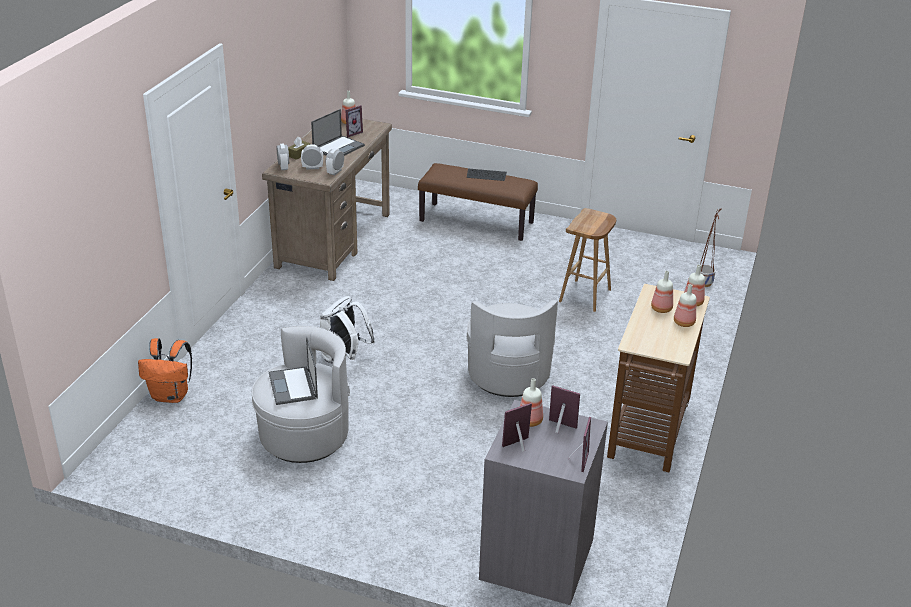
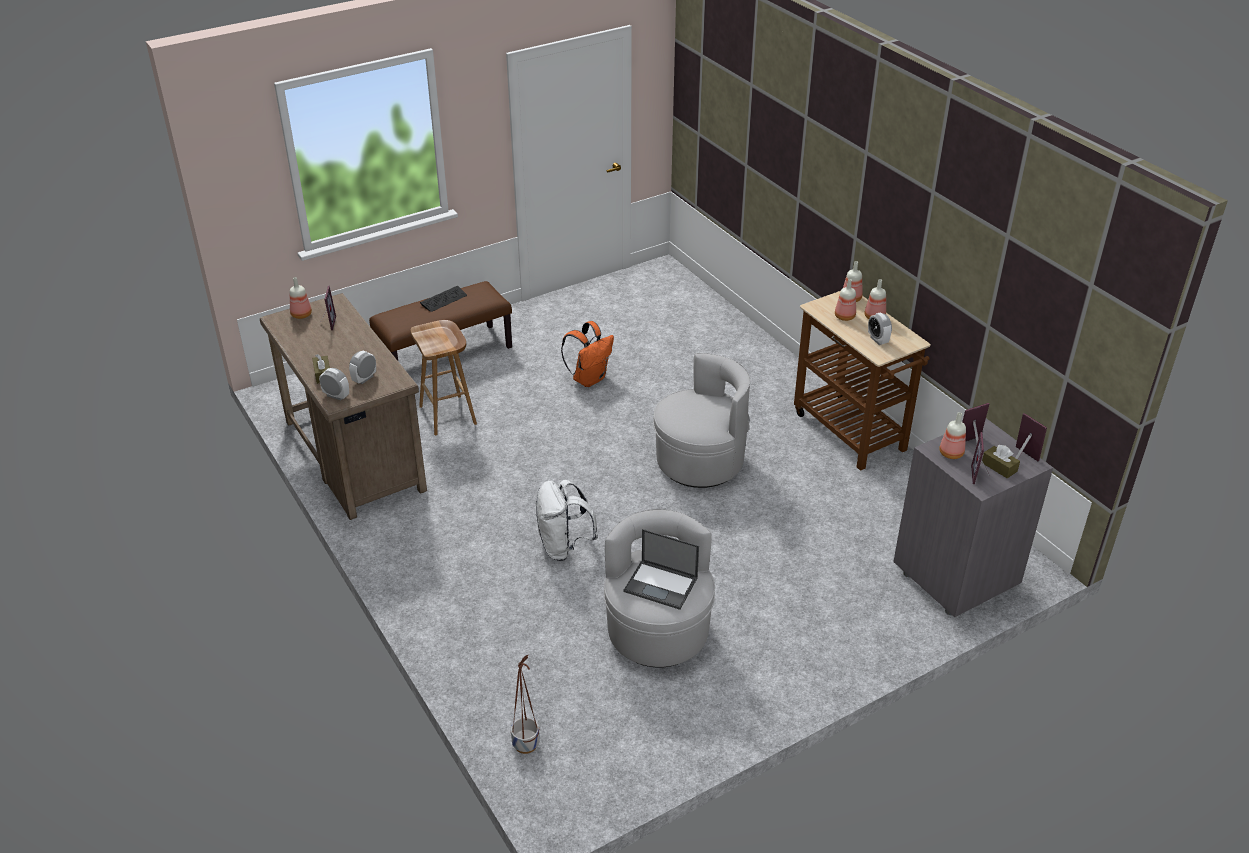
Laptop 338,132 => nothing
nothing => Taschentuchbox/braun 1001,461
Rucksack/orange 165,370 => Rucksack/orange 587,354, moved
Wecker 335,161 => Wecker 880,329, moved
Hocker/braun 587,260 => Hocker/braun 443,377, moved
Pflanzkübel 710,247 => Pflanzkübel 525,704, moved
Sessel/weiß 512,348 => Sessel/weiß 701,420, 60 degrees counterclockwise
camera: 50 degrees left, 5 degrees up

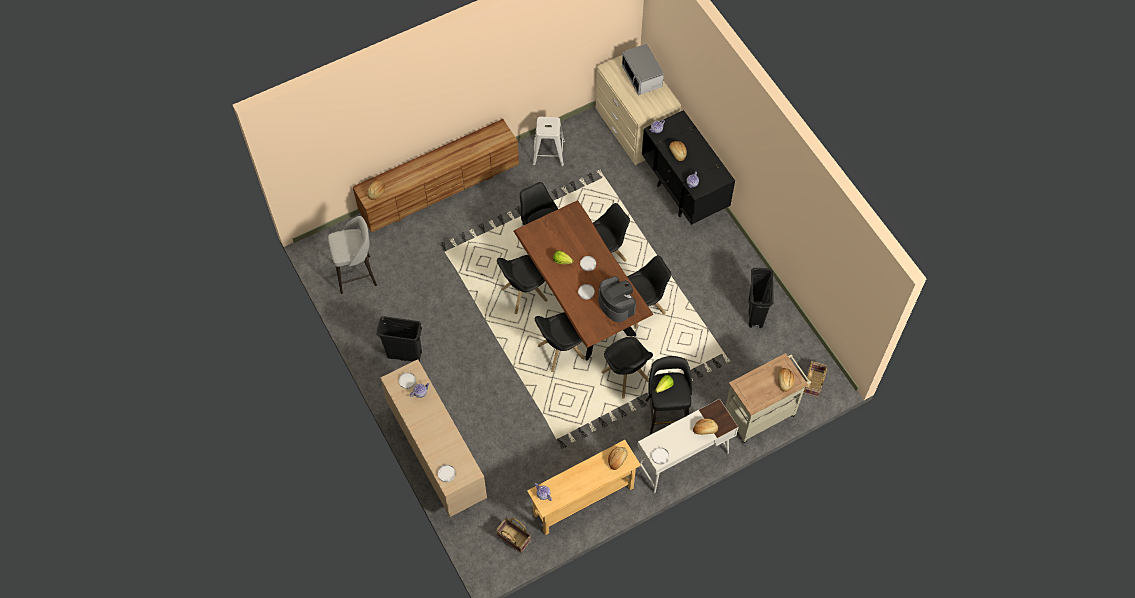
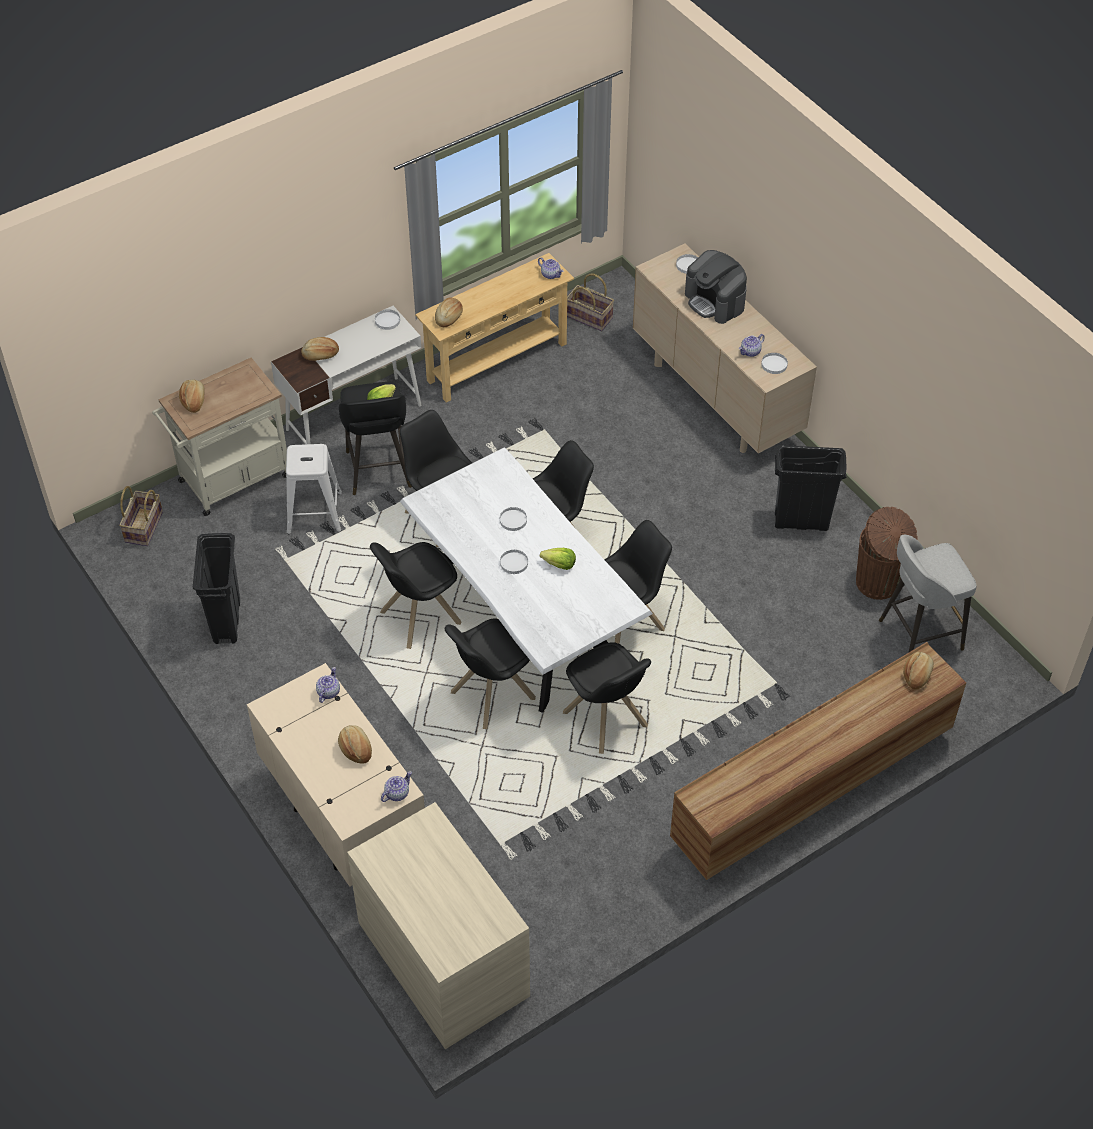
Mikrowelle 643,69 => nothing
nothing => Mülleimer/braun 886,553
Hocker/weiß 549,141 => Hocker/weiß 314,489, moved
Kaffeemaschine 617,299 => Kaffeemaschine 716,287, moved
Esstisch/braun 583,280 => Esstisch/weiß 526,580
Kommode/schwarz 688,167 => Kommode/beige 336,775
camera: 175 degrees right, 10 degrees down

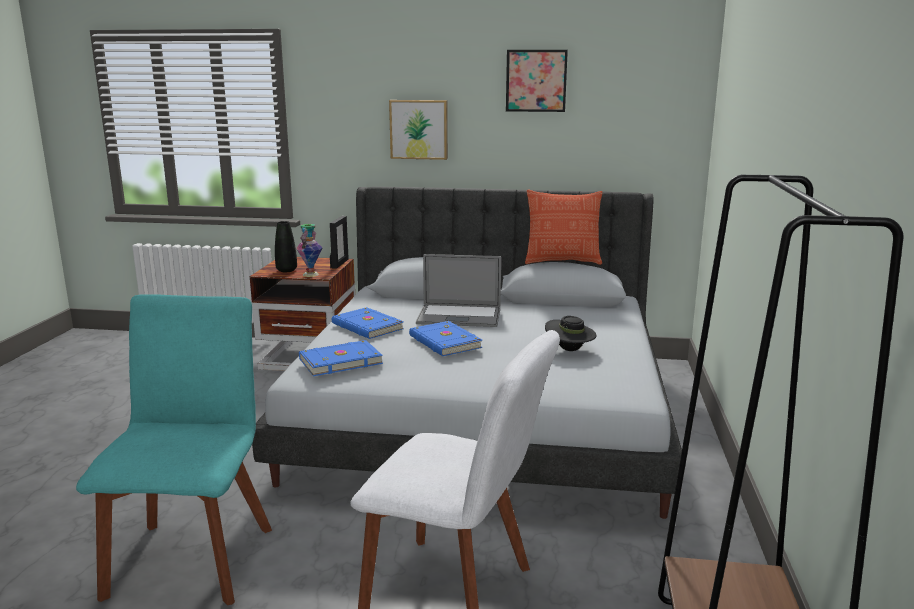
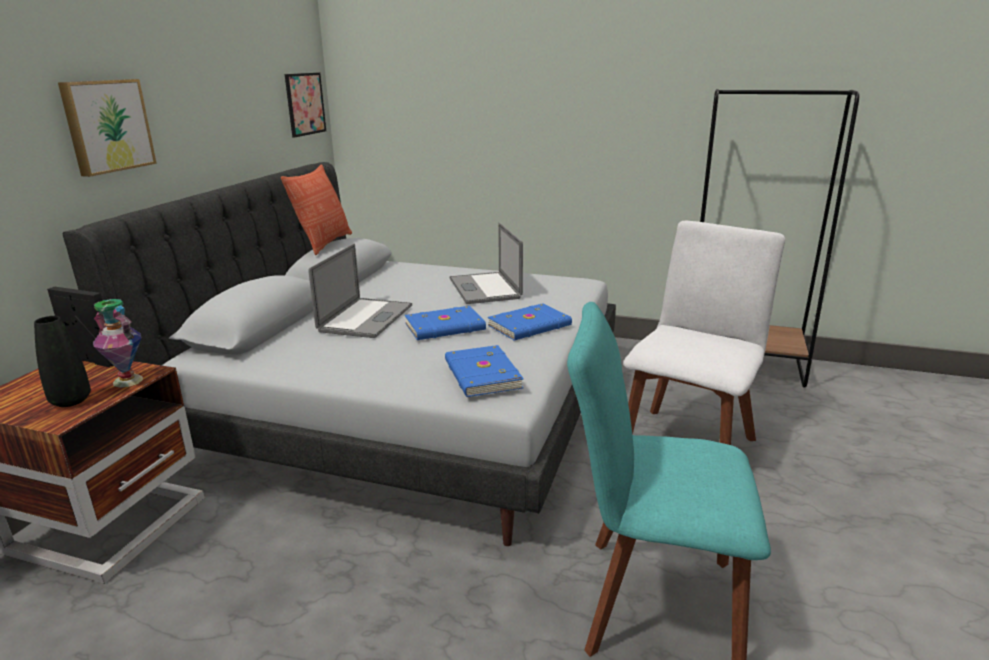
Buch/blau 368,323 => Buch/blau 530,321, moved
Bild 537,81 => Bild 305,105, moved
Hut/schwarz 571,333 => Laptop 486,263
camera: 80 degrees left, 5 degrees up

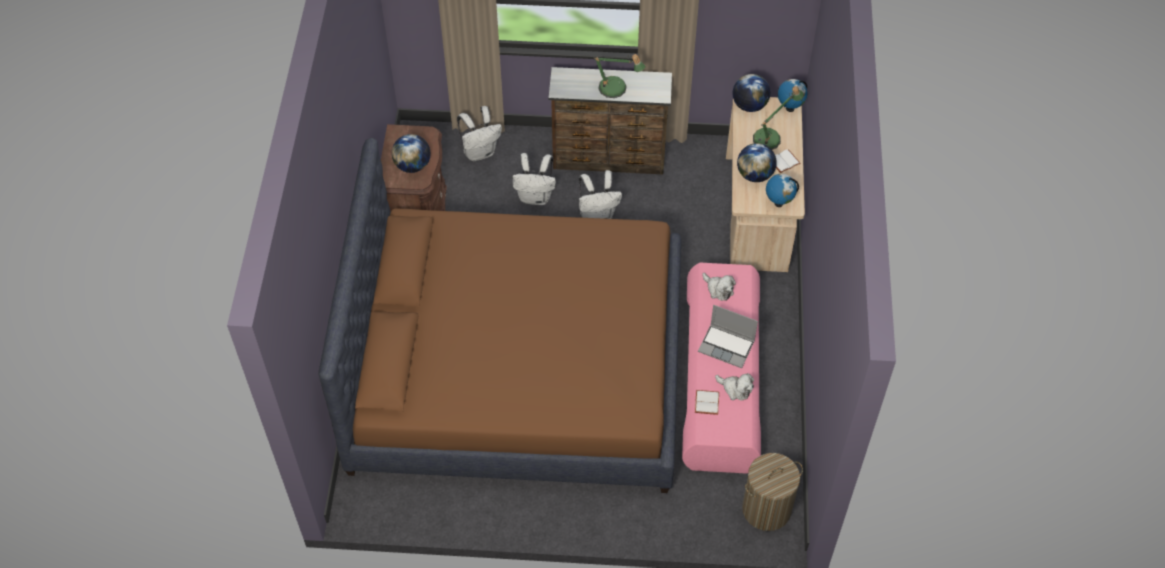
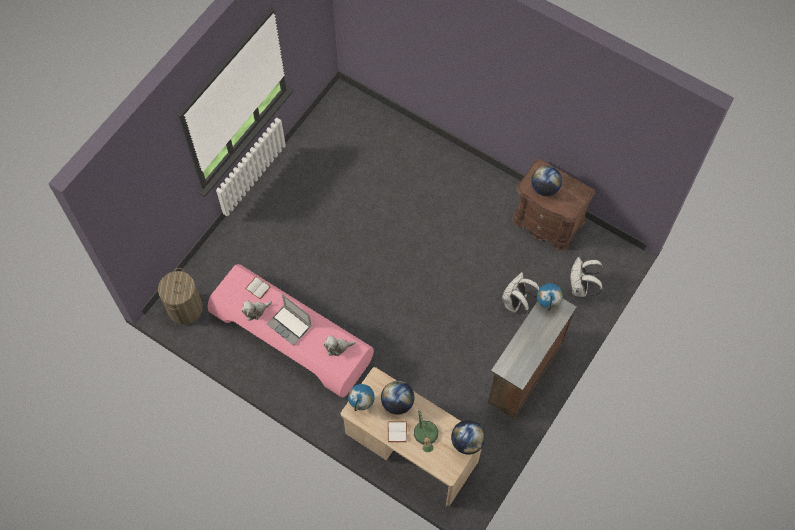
Bett/braun 499,315 => nothing
Rucksack/weiß 600,194 => nothing
Tischlampe 620,76 => nothing
Globus 792,95 => Globus 550,297, moved
Laptop 728,336 => Laptop 289,320, 105 degrees counterclockwise
camera: 120 degrees right, 10 degrees up

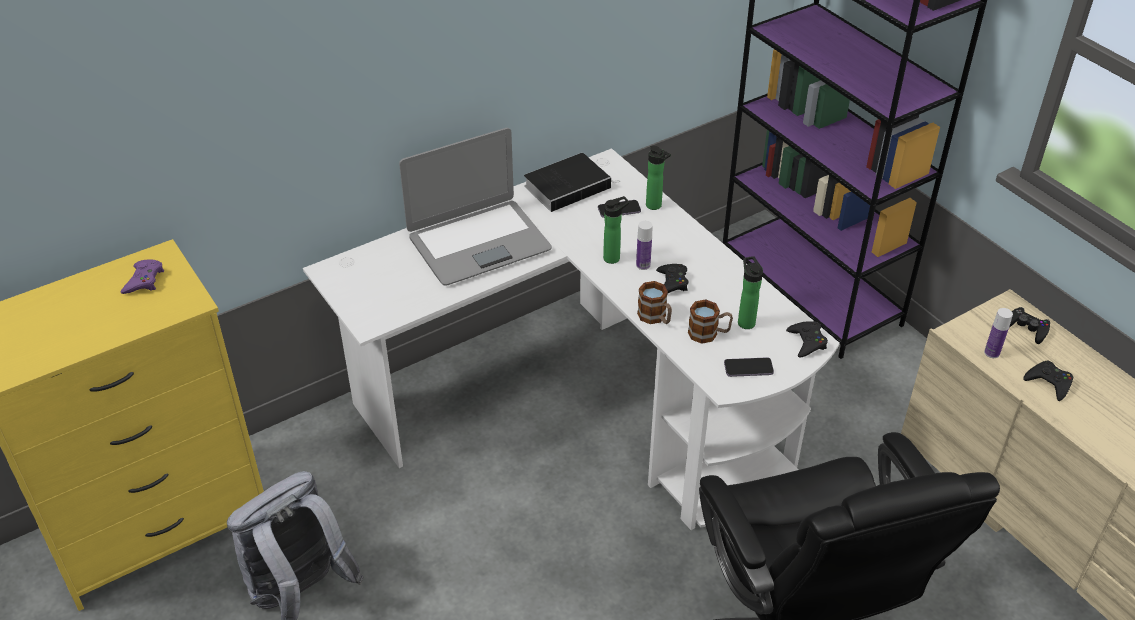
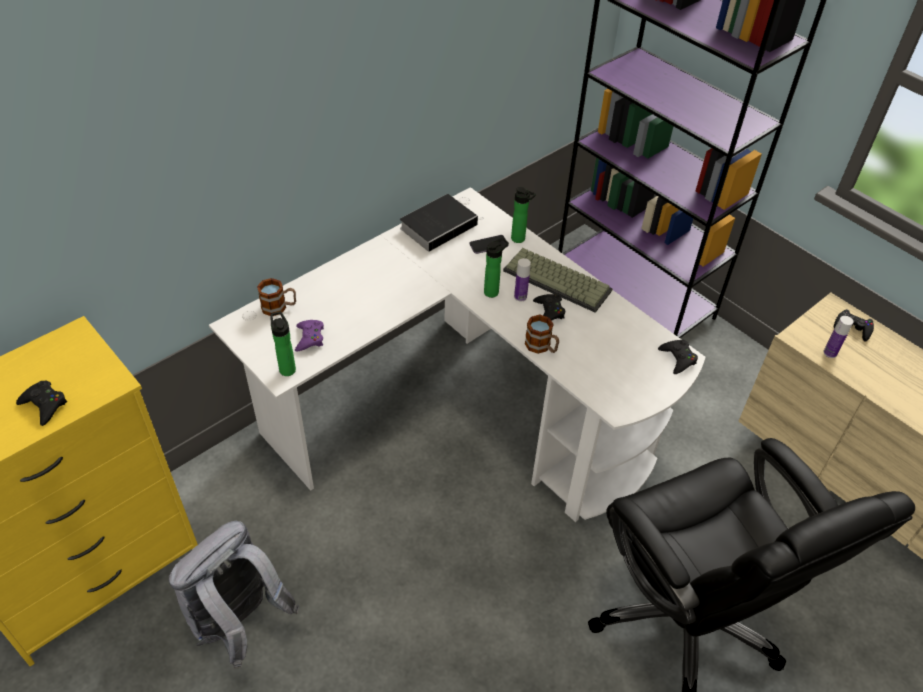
Laptop 475,207 => nothing
Handy 749,367 => nothing
nothing => Tastatur 557,280
Gamepad/lila 142,276 => Gamepad/lila 309,336, moved
Henkelbecher 710,321 => Henkelbecher 276,297, moved
Flasche 750,292 => Flasche 283,343, moved
Gamepad/schwarz 1048,381 => Gamepad/schwarz 41,403, moved
camera: 10 degrees left, 5 degrees up

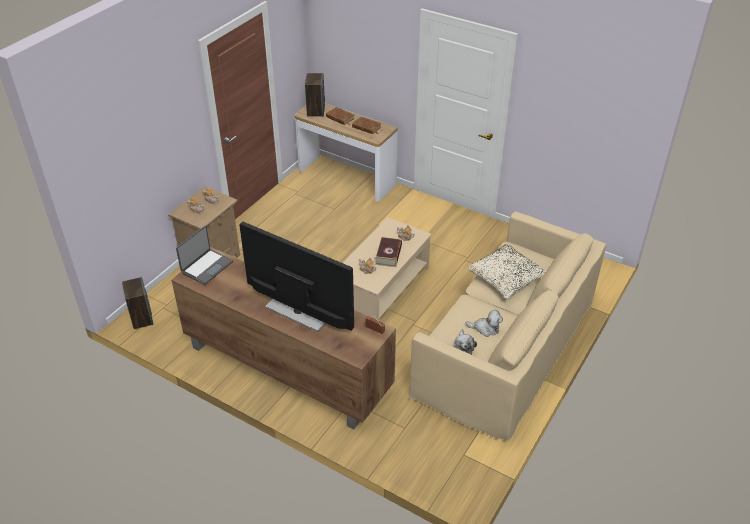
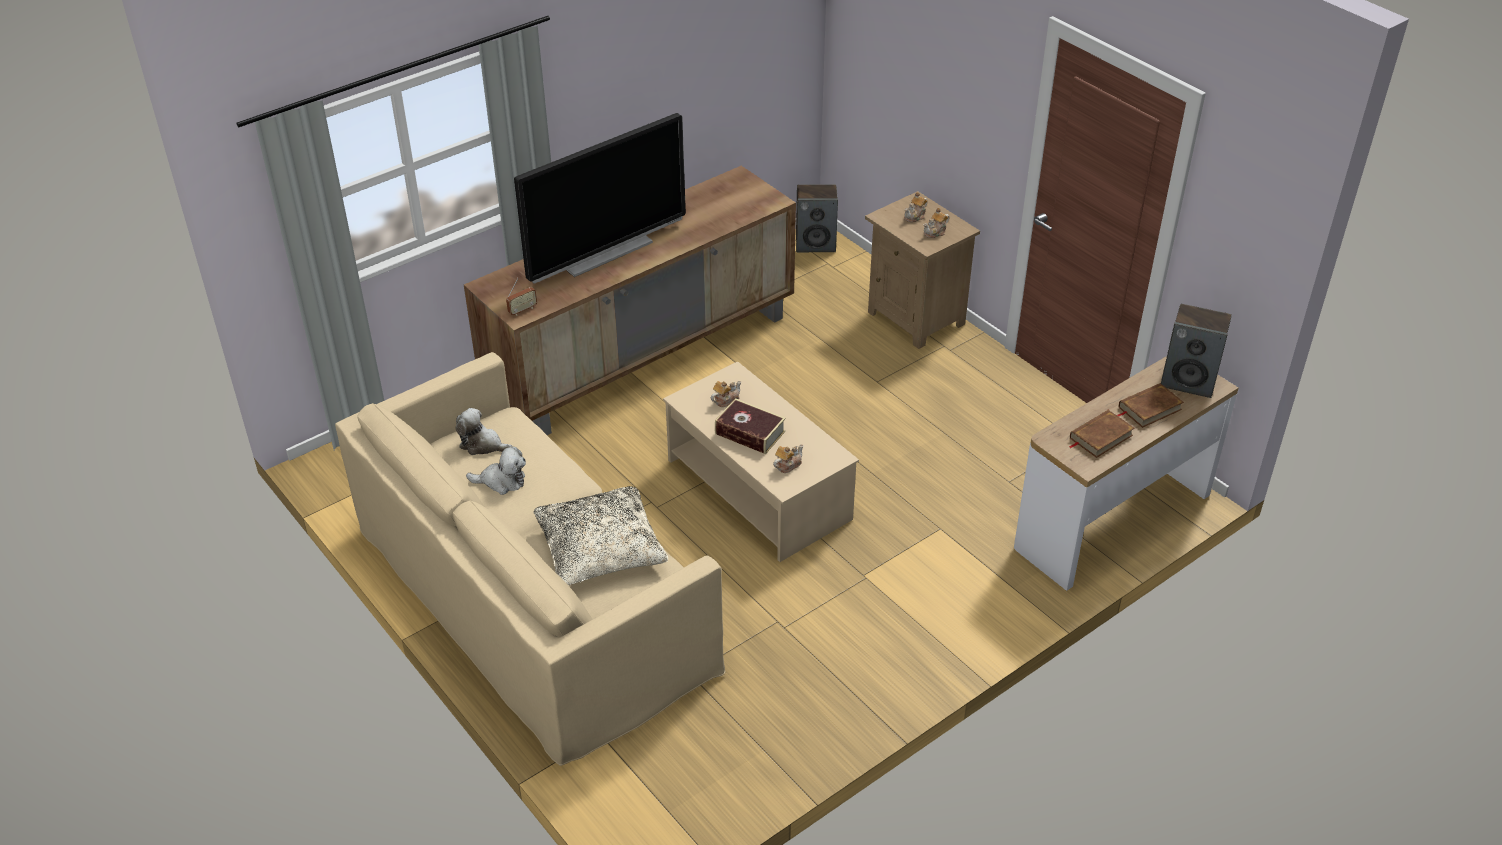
Laptop 204,255 => nothing
Plüschtier 484,323 => Plüschtier 496,470, 120 degrees counterclockwise
camera: 110 degrees right, 0 degrees up

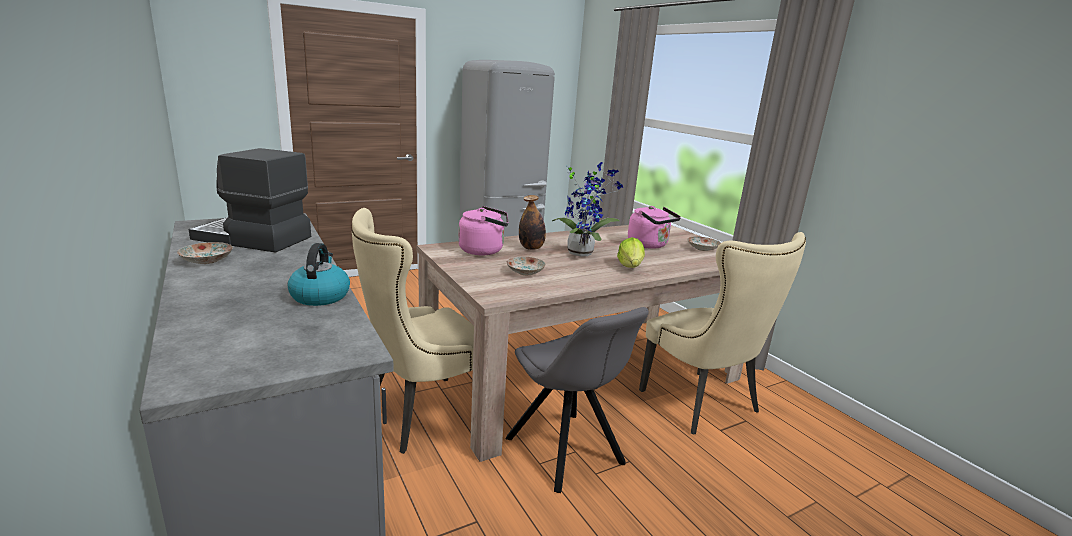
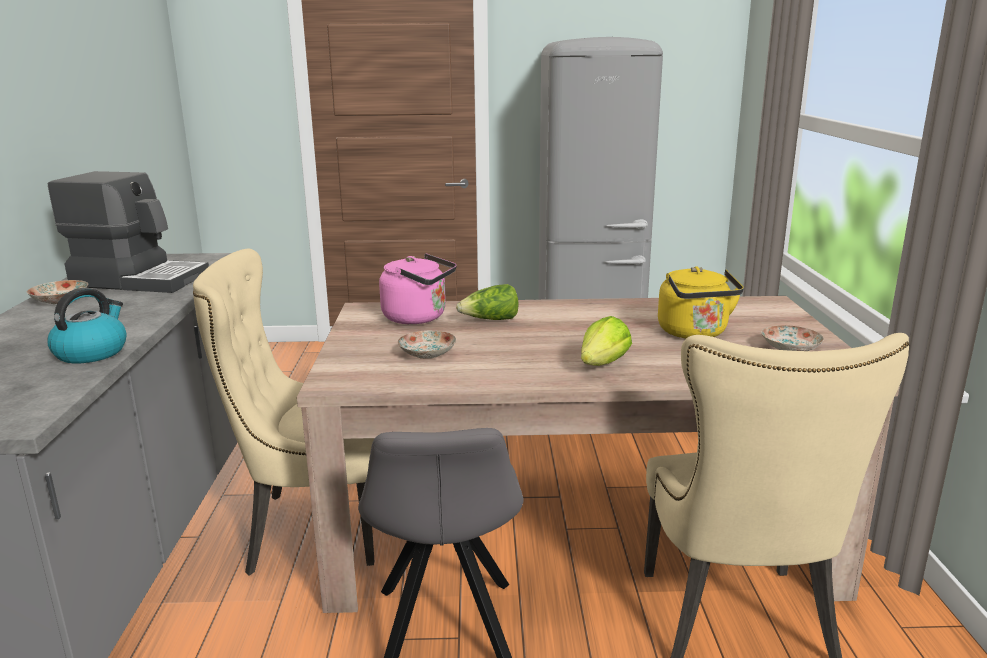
Topfpflanze 587,209 => nothing
Flasche 532,222 => Salatkopf 487,302
Wasserkessel/rosa 654,227 => Wasserkessel/gelb 701,302
Kaffeemaschine 250,200 => Kaffeemaschine 128,232, 150 degrees clockwise
camera: 30 degrees right, 0 degrees up

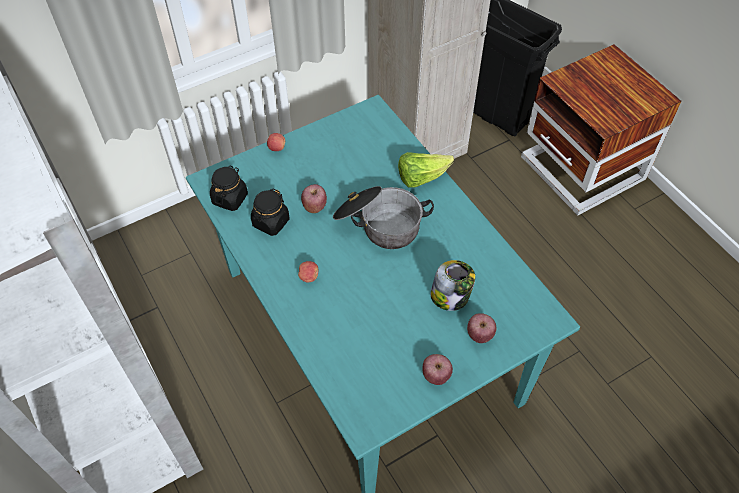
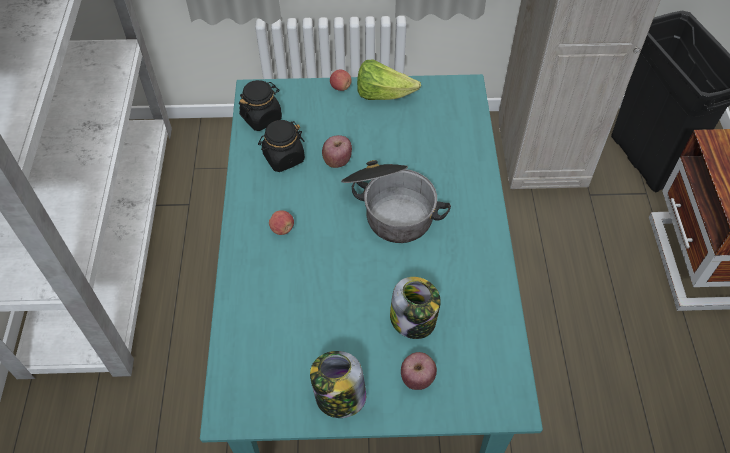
Salatkopf 426,170 => Salatkopf 389,80, moved
Apfel 437,369 => Vorratsglas 338,384
camera: 30 degrees right, 0 degrees up

